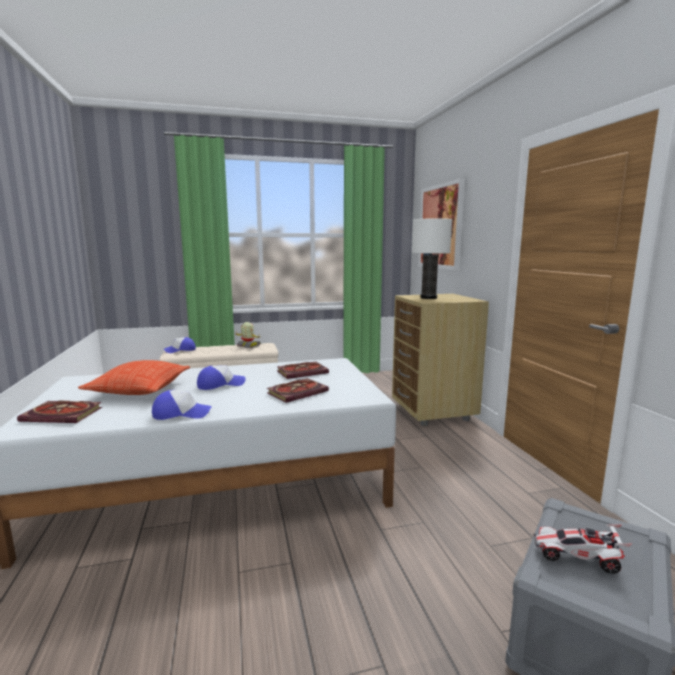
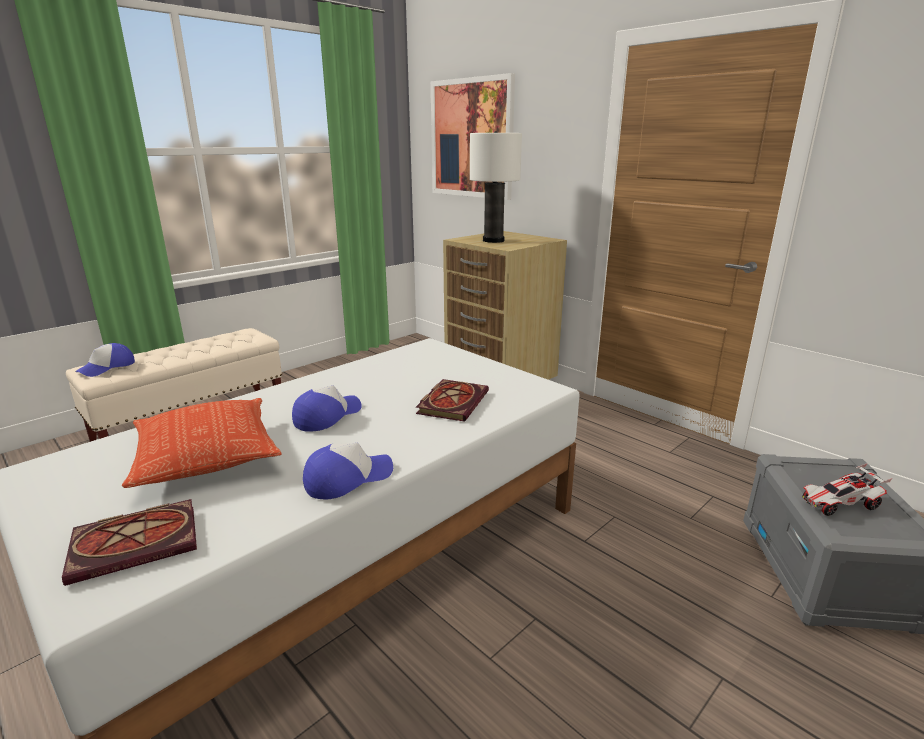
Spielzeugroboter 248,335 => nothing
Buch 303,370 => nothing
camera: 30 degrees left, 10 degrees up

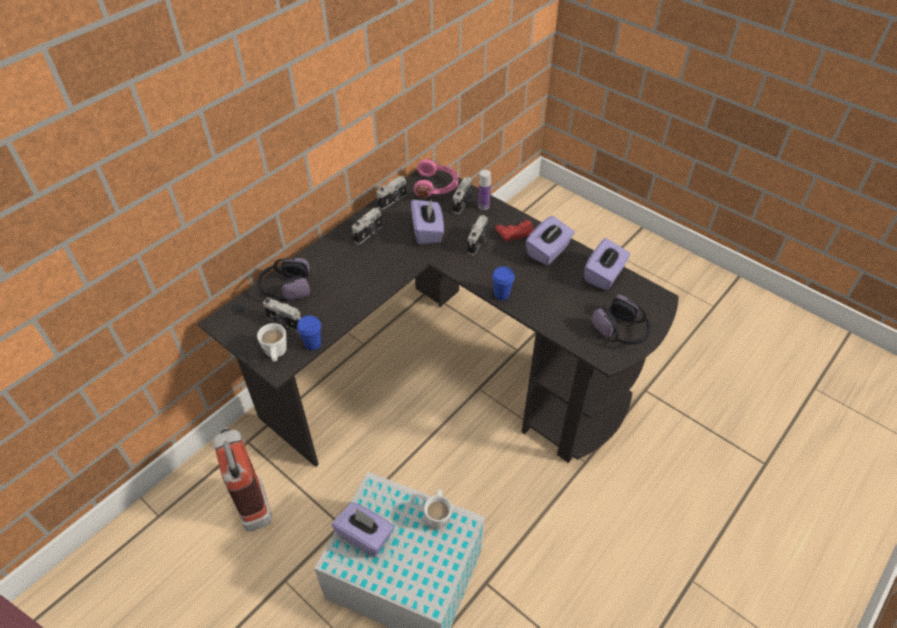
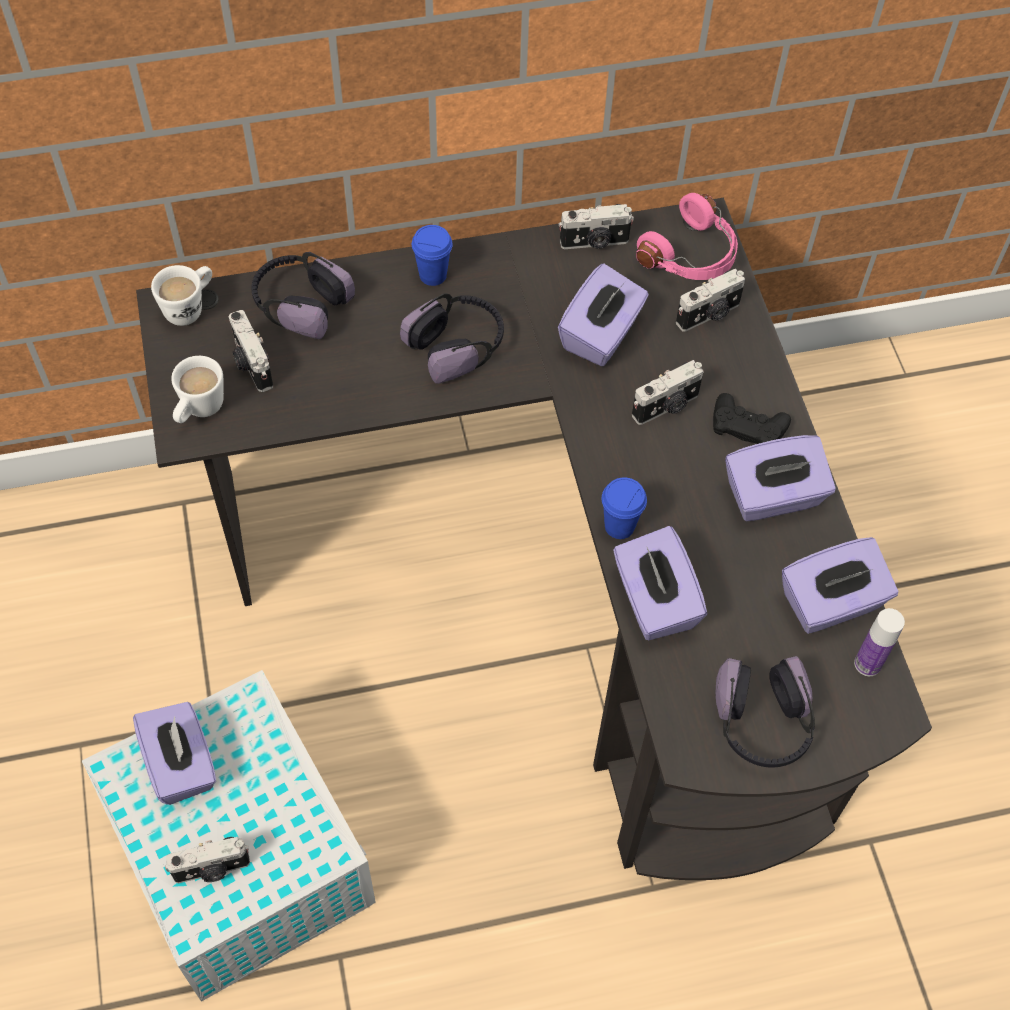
Feuerlöscher 242,479 => nothing
nothing => Kopfhörer 452,338
nothing => Taschentuchbox/lila 660,583
Tasse/blau 309,332 => Tasse/blau 432,255, moved
Kamera 367,226 => Kamera 207,860, moved
Henkelbecher/weiß 438,509 => Henkelbecher/weiß 181,295, moved
Flasche 484,190 => Flasche 879,642, moved
Gamepad/rot 514,231 => Gamepad/schwarz 752,418
camera: 35 degrees right, 10 degrees up

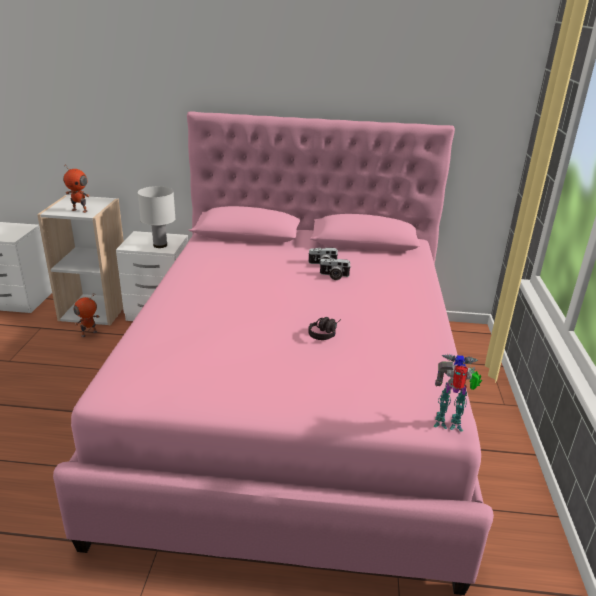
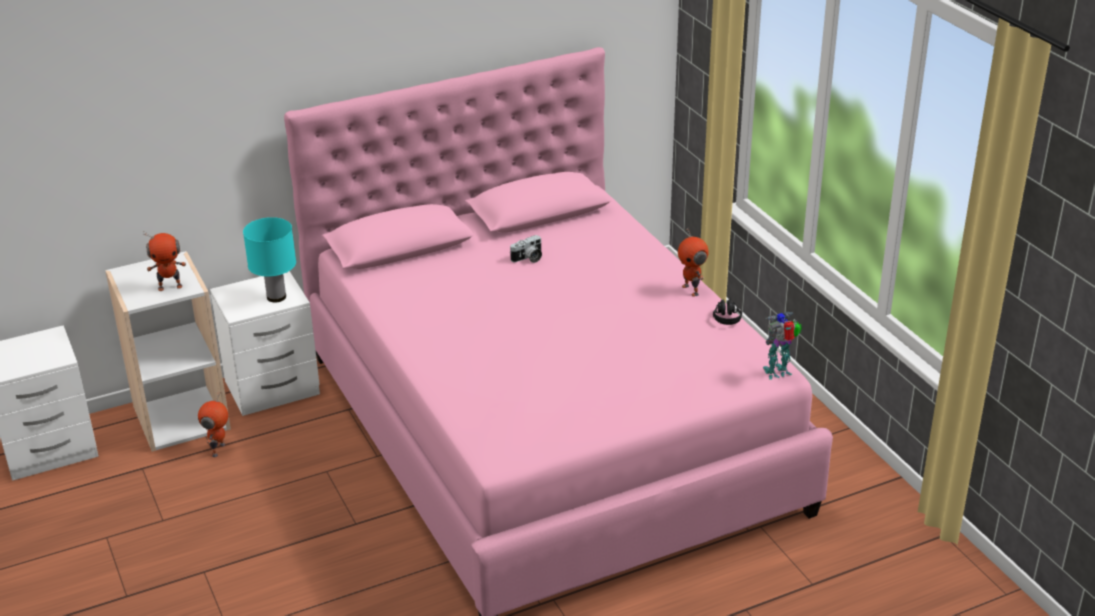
Kamera 335,269 => nothing
nothing => Spielzeugroboter 693,263
Kopfhörer/schwarz 324,328 => Kopfhörer/schwarz 727,311, moved
Tischlampe/weiß 157,217 => Tischlampe/türkis 269,259
camera: 30 degrees left, 5 degrees up

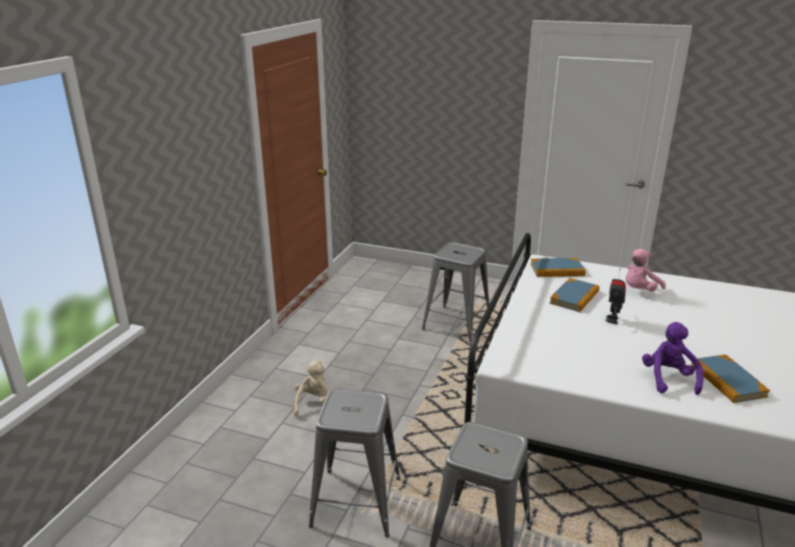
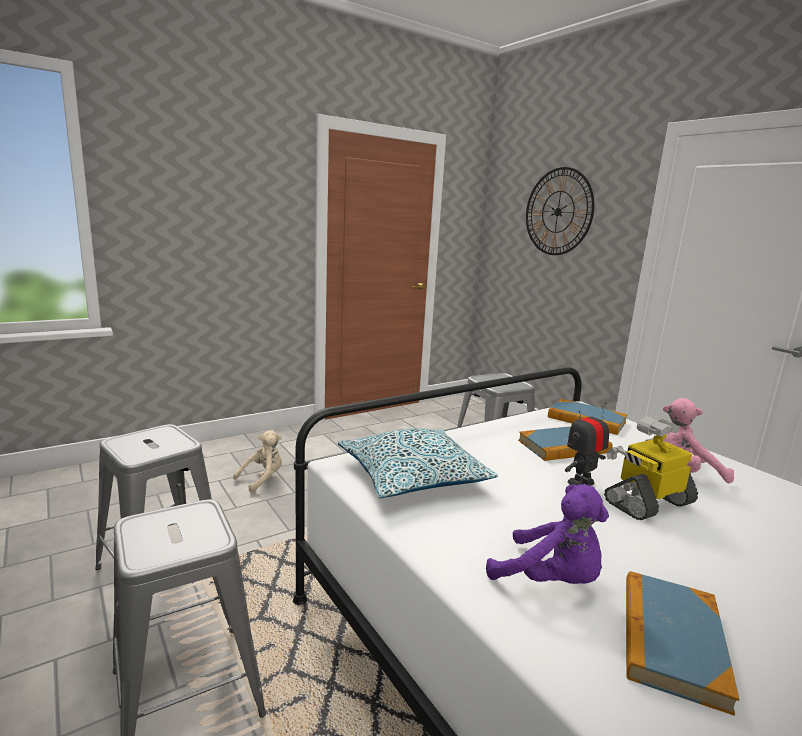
nothing => Kissen 418,463
nothing => Wanduhr 560,211
nothing => Spielzeugroboter 651,467
Plüschtier/lila 673,358 => Plüschtier/lila 547,534, 90 degrees clockwise
camera: 35 degrees right, 10 degrees down

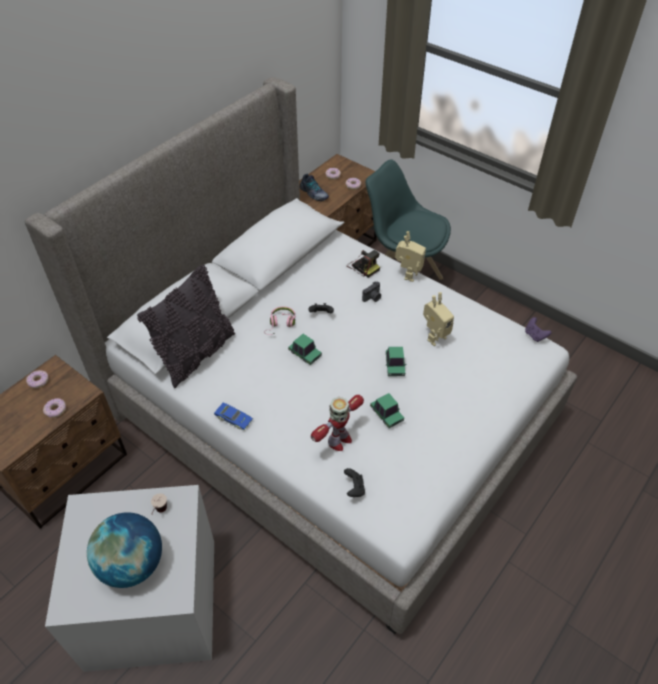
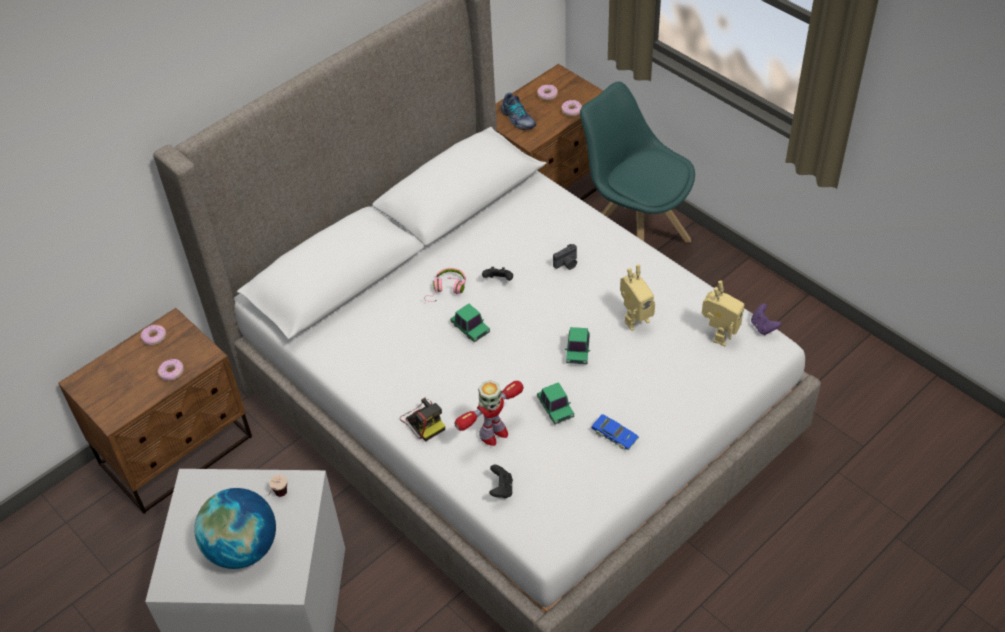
Kissen/schwarz 186,326 => nothing
Spielzeugauto/blau 233,416 => Spielzeugauto/blau 615,432, moved
Kamera 363,264 => Kamera 422,420, moved
Spielzeugroboter 410,256 => Spielzeugroboter 723,313, moved
camera: 10 degrees right, 0 degrees up

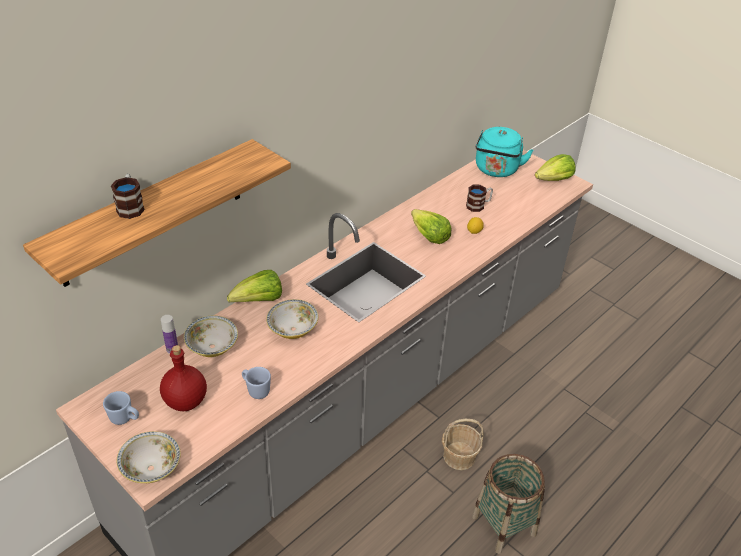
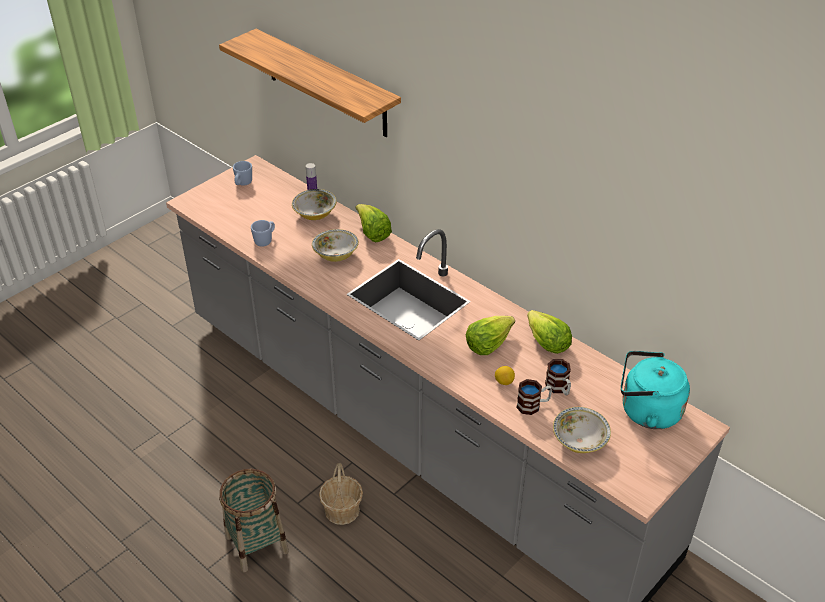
Flasche/rot 183,378 => nothing
Henkelbecher 128,196 => Henkelbecher 534,397, moved
Schüssel 149,457 => Schüssel 582,430, moved
Salatkopf 555,167 => Salatkopf 549,332, moved
camera: 90 degrees right, 0 degrees up

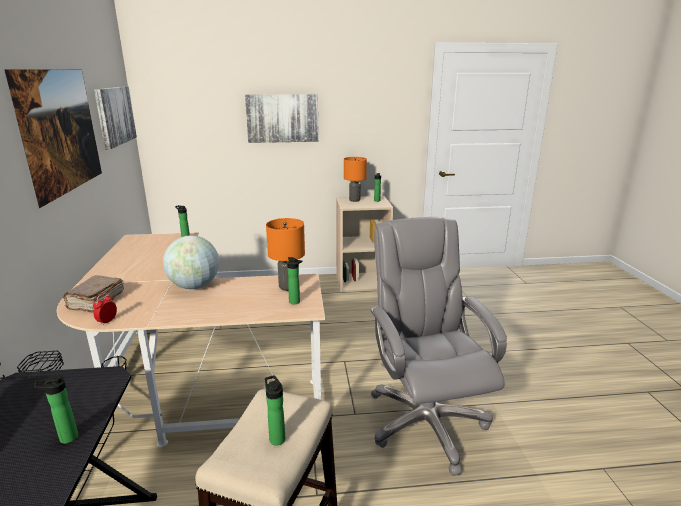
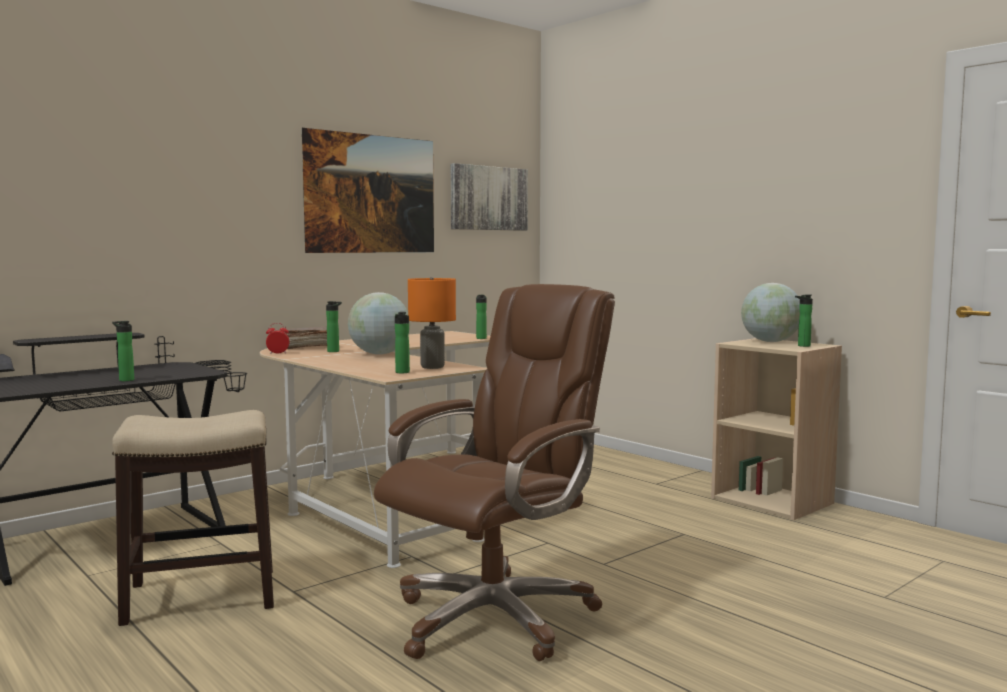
Bild 282,118 => nothing
Flasche 275,410 => Flasche 334,326, moved
Tischlampe/orange 355,179 => Globus 770,312
Bürostuhl/grau 439,346 => Bürostuhl/braun 494,472
camera: 55 degrees right, 15 degrees down

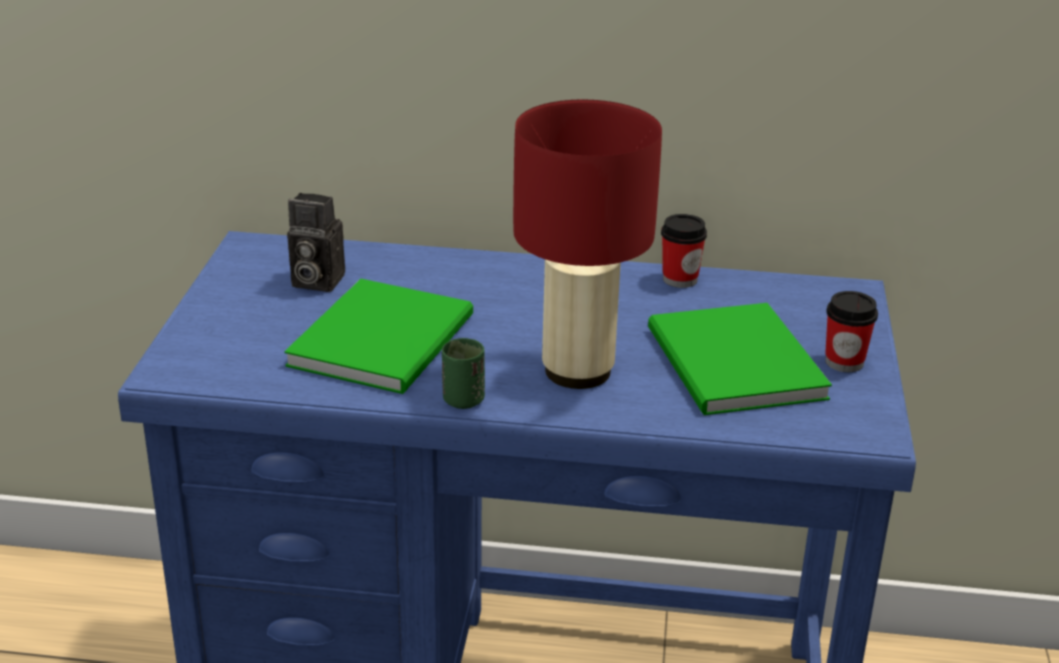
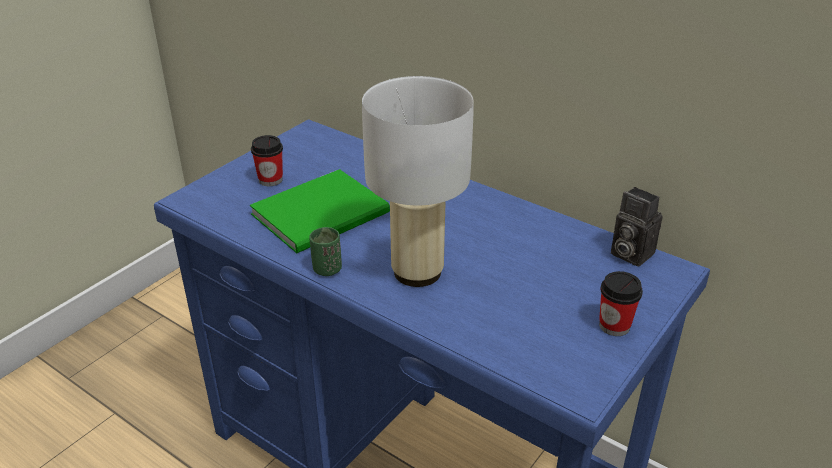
Buch/grün 740,359 => nothing
Kamera 316,242 => Kamera 637,227, moved
Tasse 684,251 => Tasse 267,160, moved
Tischlampe/rot 587,244 => Tischlampe/weiß 418,181
camera: 30 degrees right, 5 degrees up

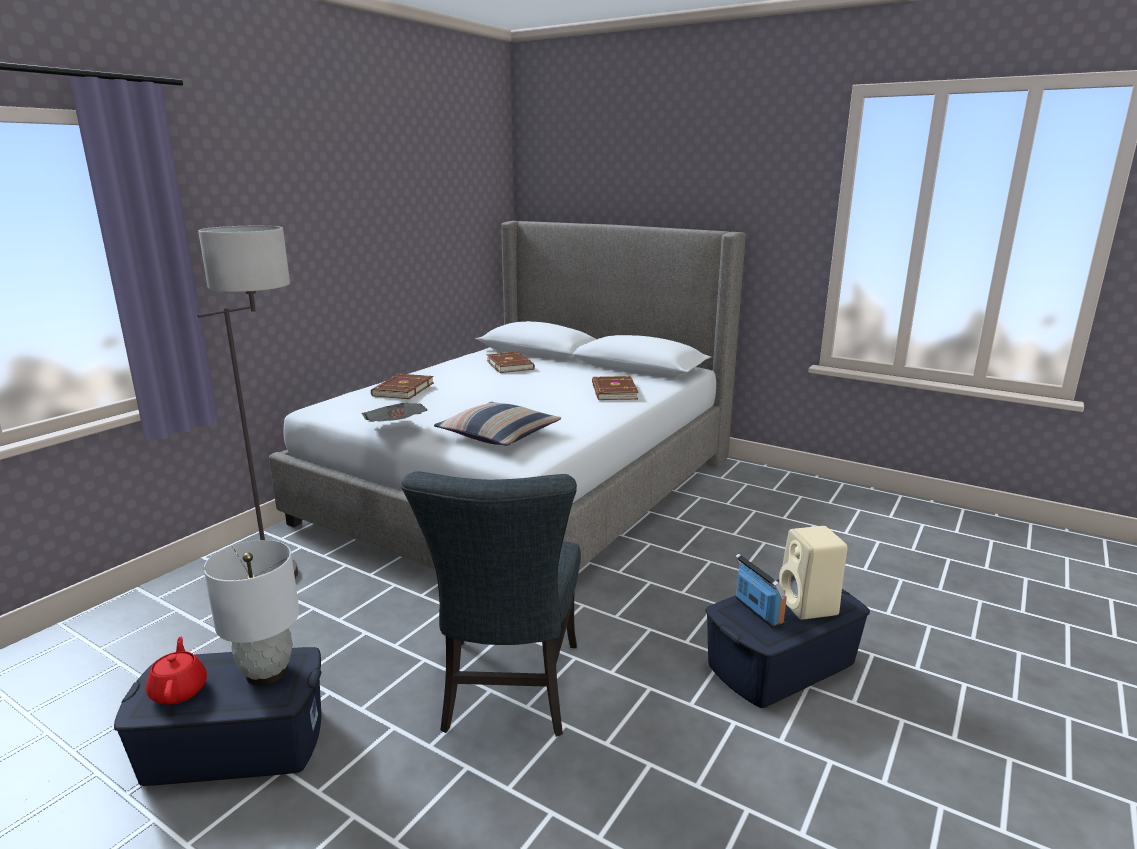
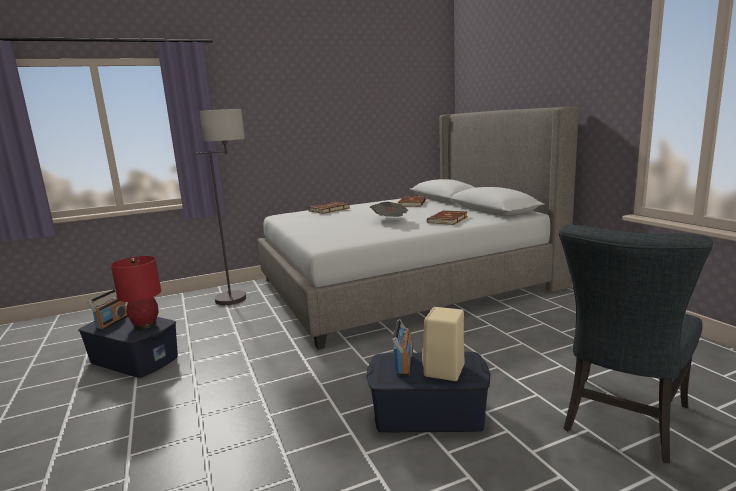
Kissen 497,424 => nothing
Zeitung 394,412 => Zeitung 389,209, moved
Stuhl/grau 491,604 => Stuhl/grau 636,343, moved
Teekanne/rot 176,670 => Radio 107,309
Tischlampe/weiß 252,613 => Tischlampe/rot 136,292
camera: 35 degrees right, 5 degrees down

